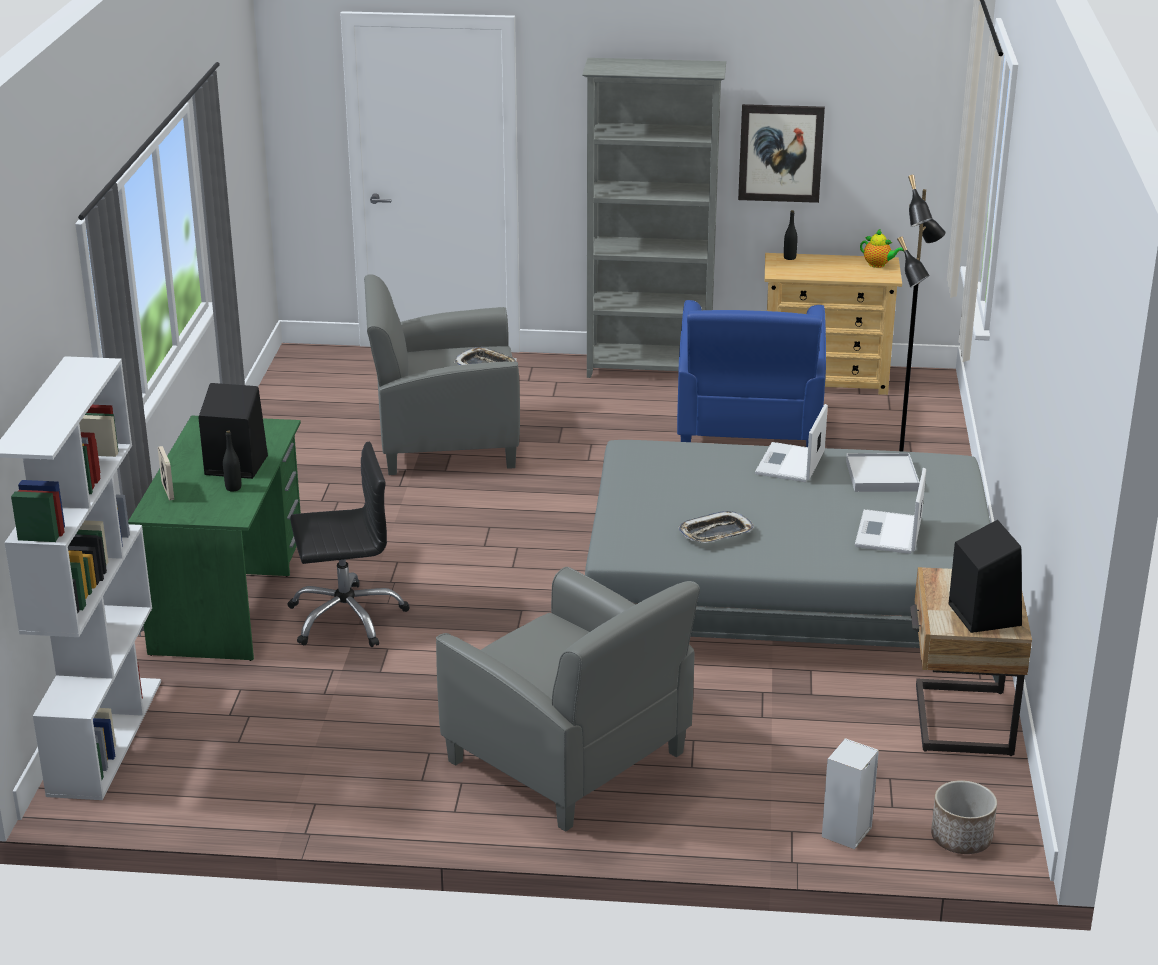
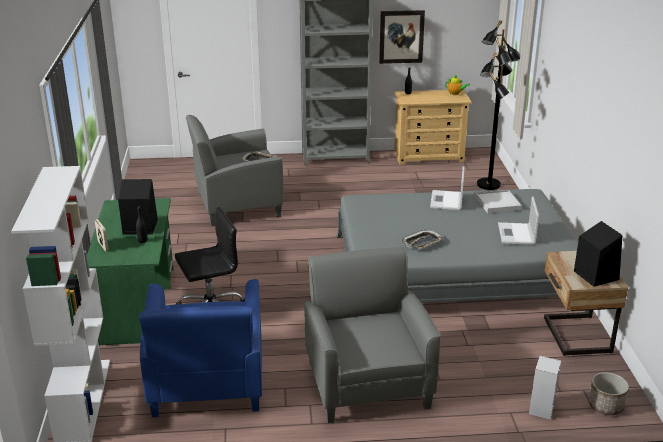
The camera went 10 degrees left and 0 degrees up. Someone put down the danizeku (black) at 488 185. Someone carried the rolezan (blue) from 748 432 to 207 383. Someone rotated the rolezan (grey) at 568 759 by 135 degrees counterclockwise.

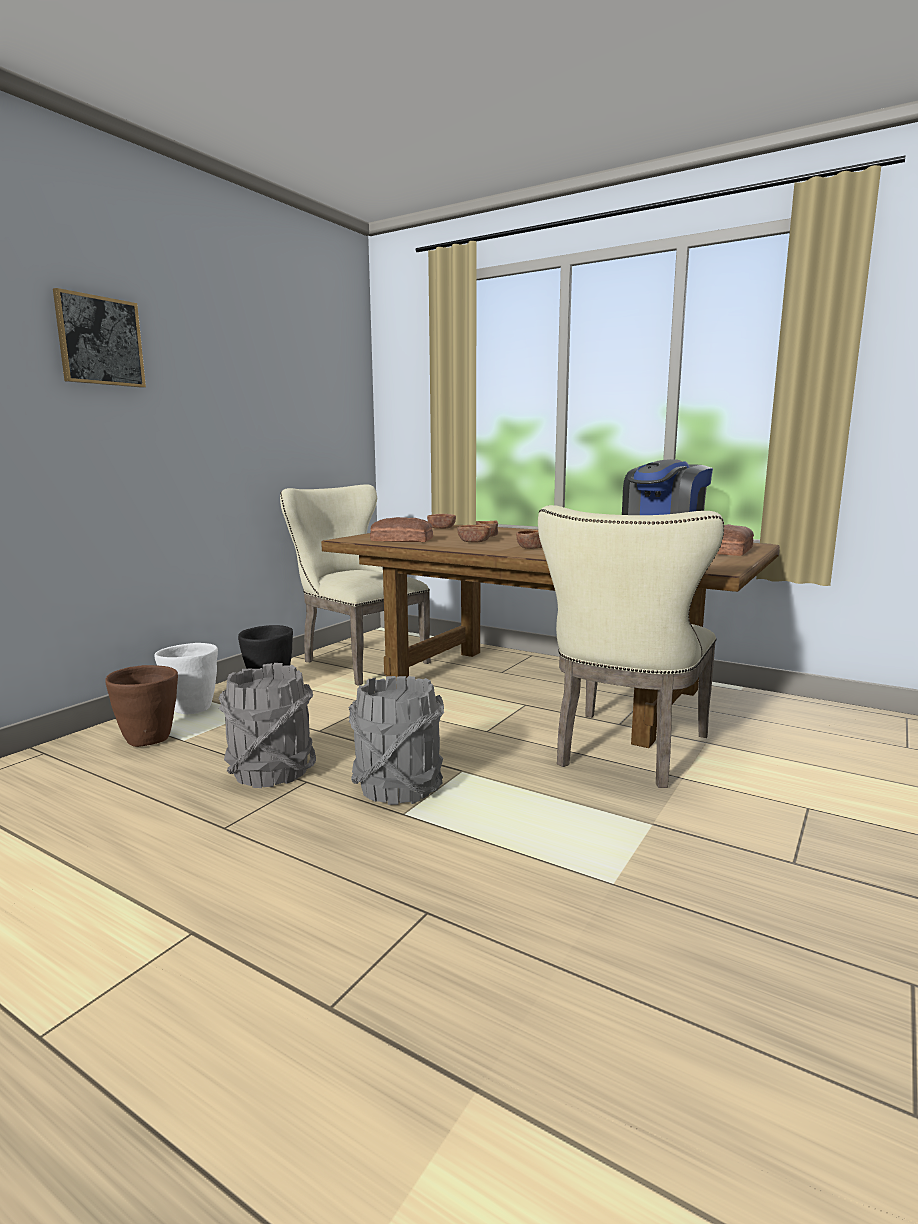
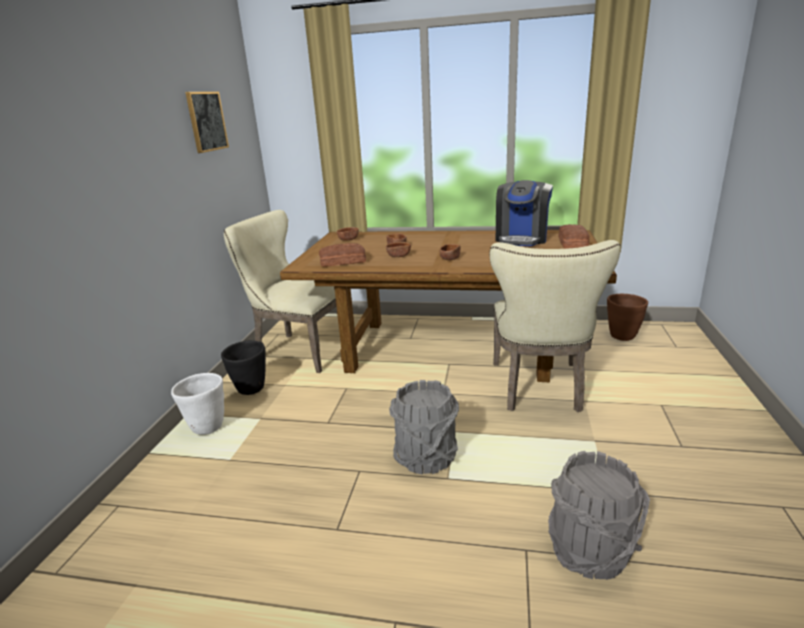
The camera went 20 degrees left and 10 degrees up. Someone carried the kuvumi from 100 341 to 206 121. Someone carried the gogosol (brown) from 149 740 to 622 336. Someone carried the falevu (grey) from 271 772 to 590 551.

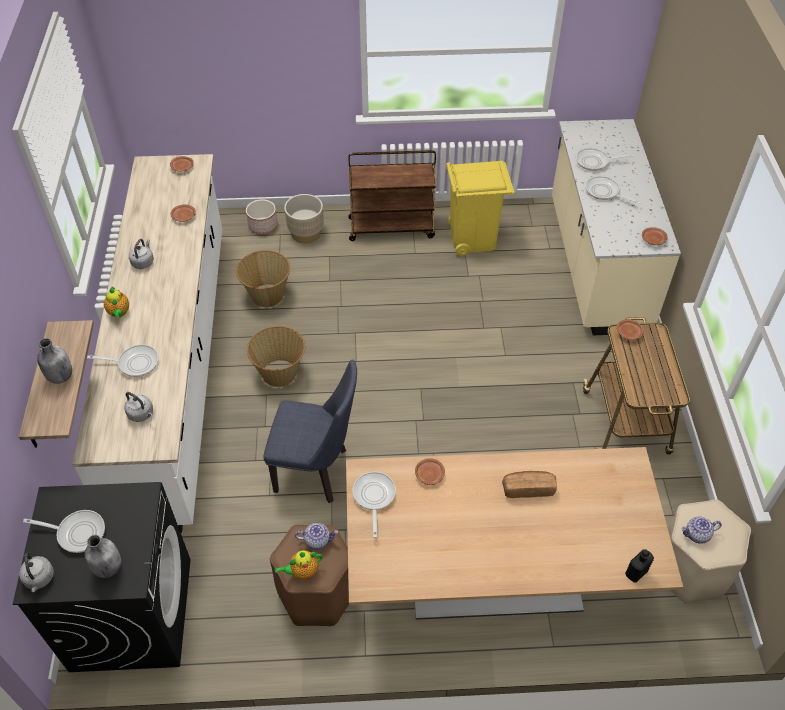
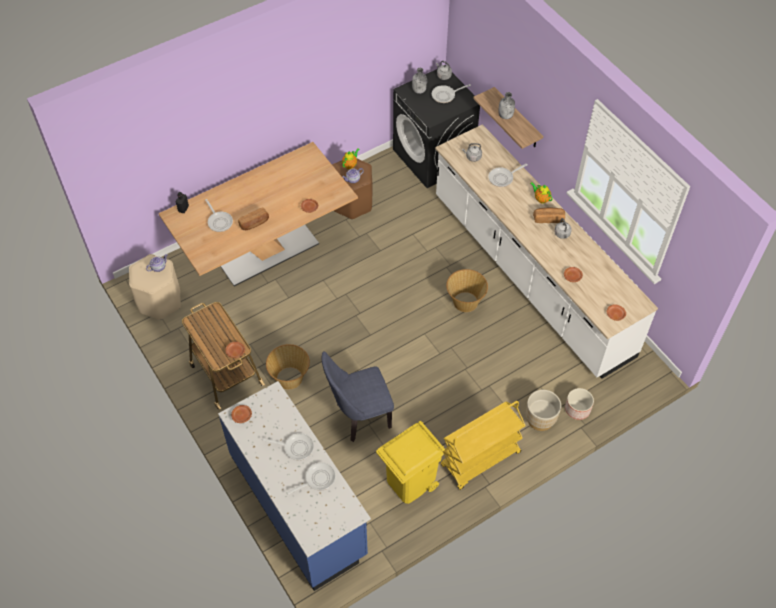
The camera went 150 degrees right and 5 degrees up. Someone put down the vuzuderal at 548 218. Someone carried the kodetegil from 267 295 to 290 378. Someone carried the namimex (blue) from 317 471 to 359 417. Someone carried the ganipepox from 374 497 to 219 221. Someone repainted the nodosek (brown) at 392 227, which became the nodosek (yellow) at 480 460. Someone repainted the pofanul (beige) at 596 264, which became the pofanul (blue) at 299 505.

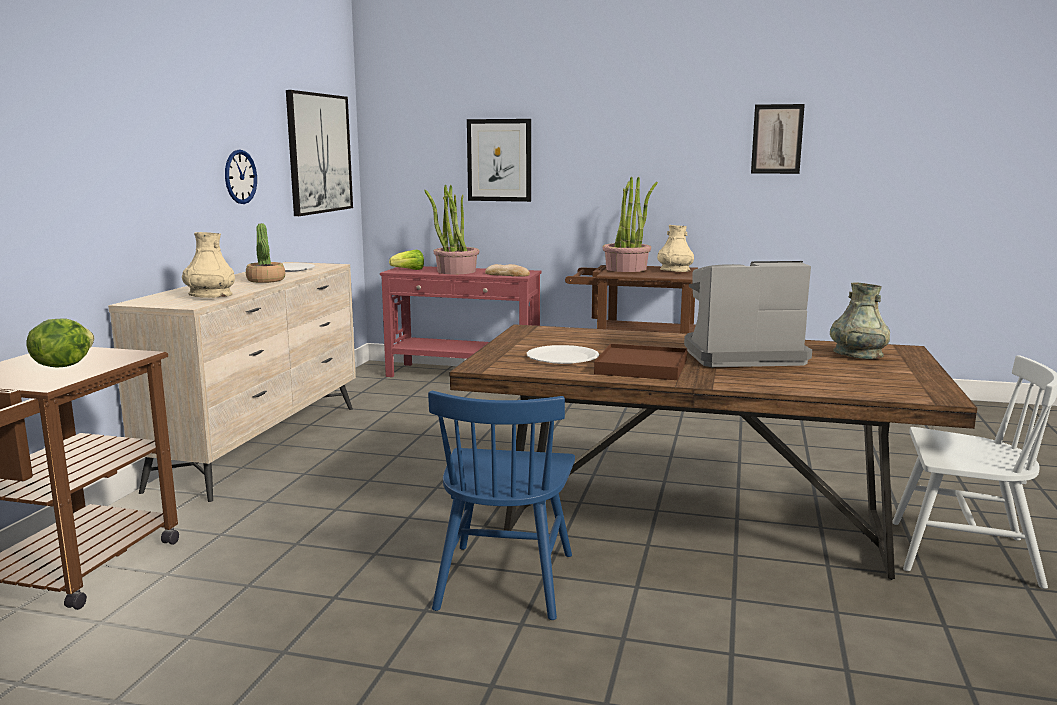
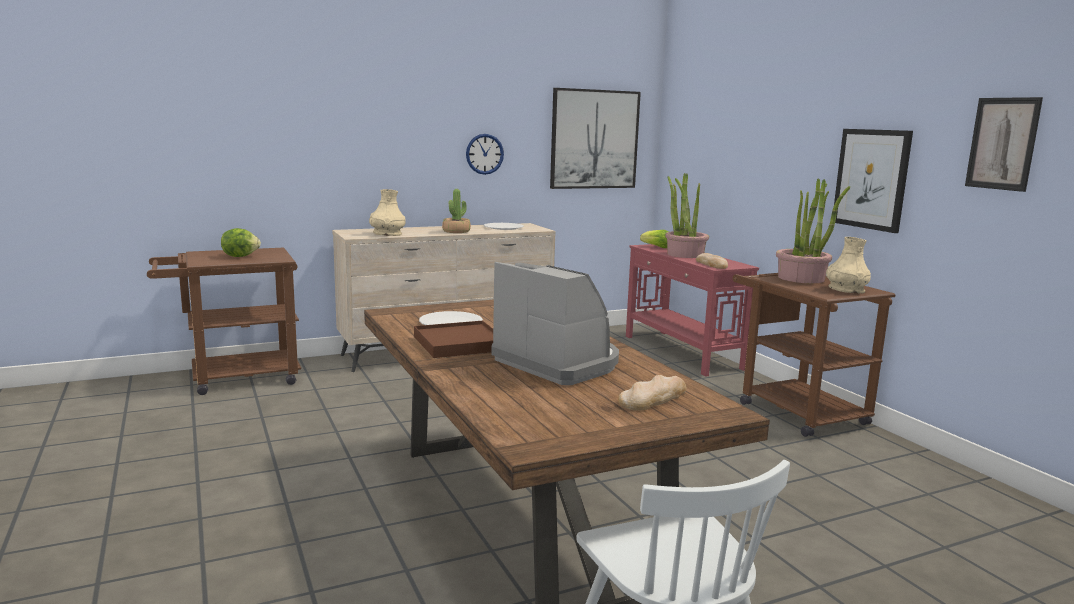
The camera went 50 degrees right and 0 degrees up. Someone took away the namimex (blue) at 505 580. Someone carried the kuvumi from 499 160 to 871 179. Someone swapped the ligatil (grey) at 857 355 for the vuzuderal at 653 398.

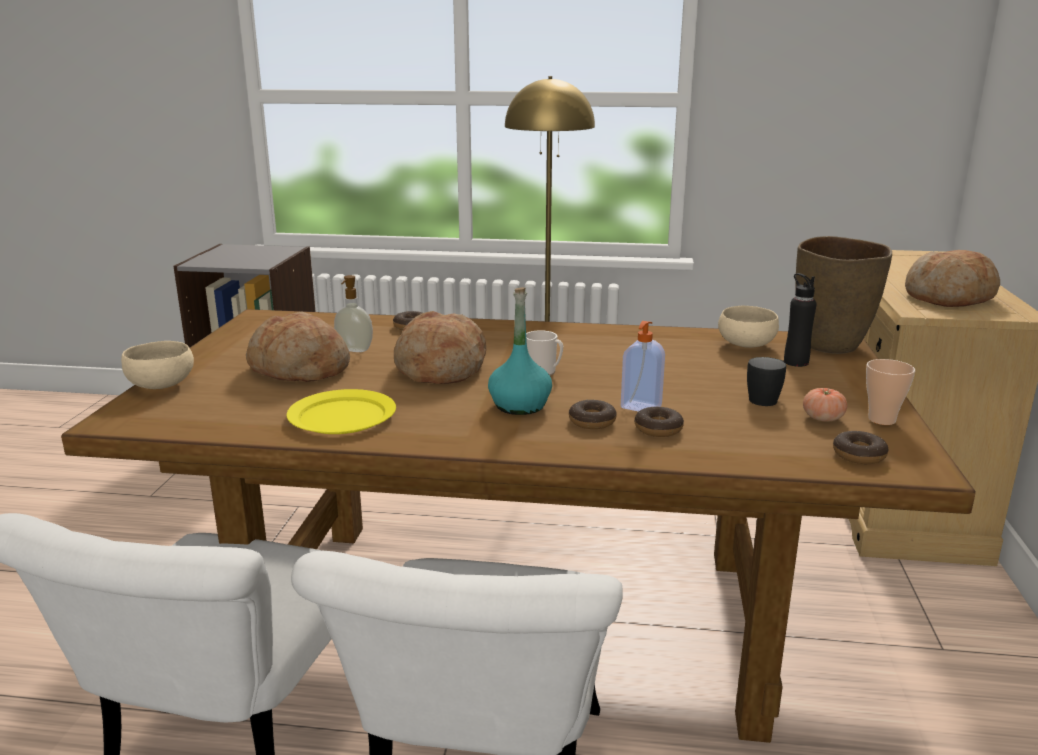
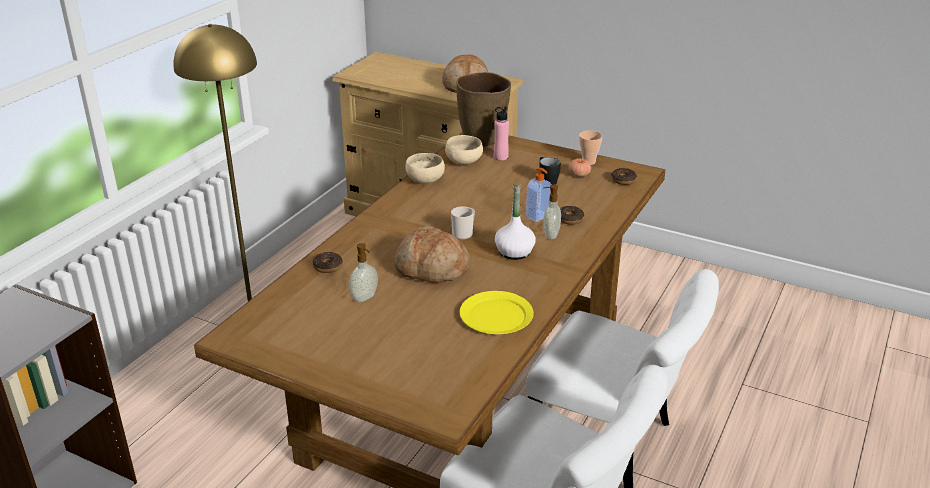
The camera went 70 degrees left and 10 degrees up. Someone took away the vuzuderal at 299 369. Someone carried the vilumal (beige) from 162 385 to 424 180. Someone swapped the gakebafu at 592 421 for the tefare at 550 235. Someone repainted the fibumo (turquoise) at 519 406, which became the fibumo (white) at 514 252. Someone repainted the fibumo (black) at 796 362, which became the fibumo (pink) at 500 157.

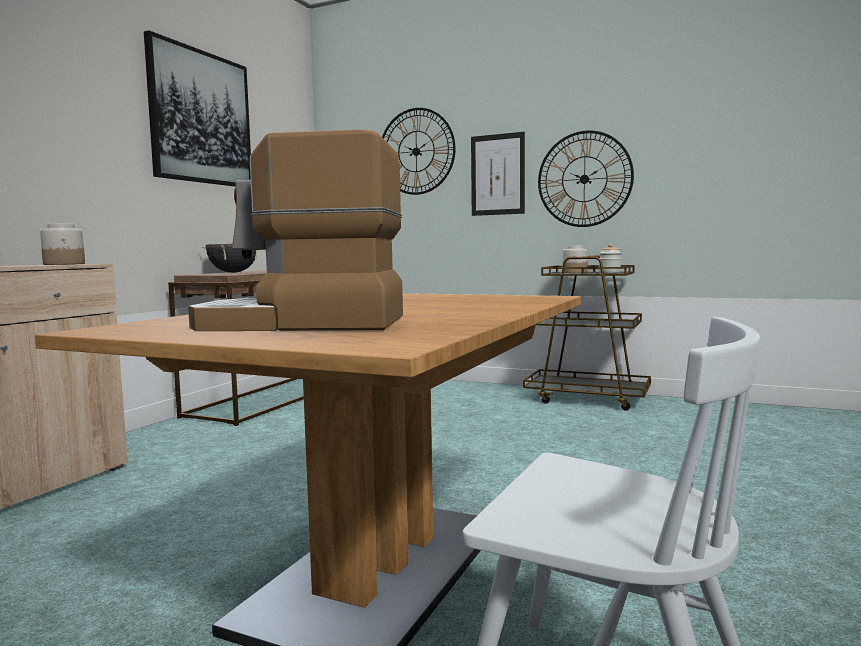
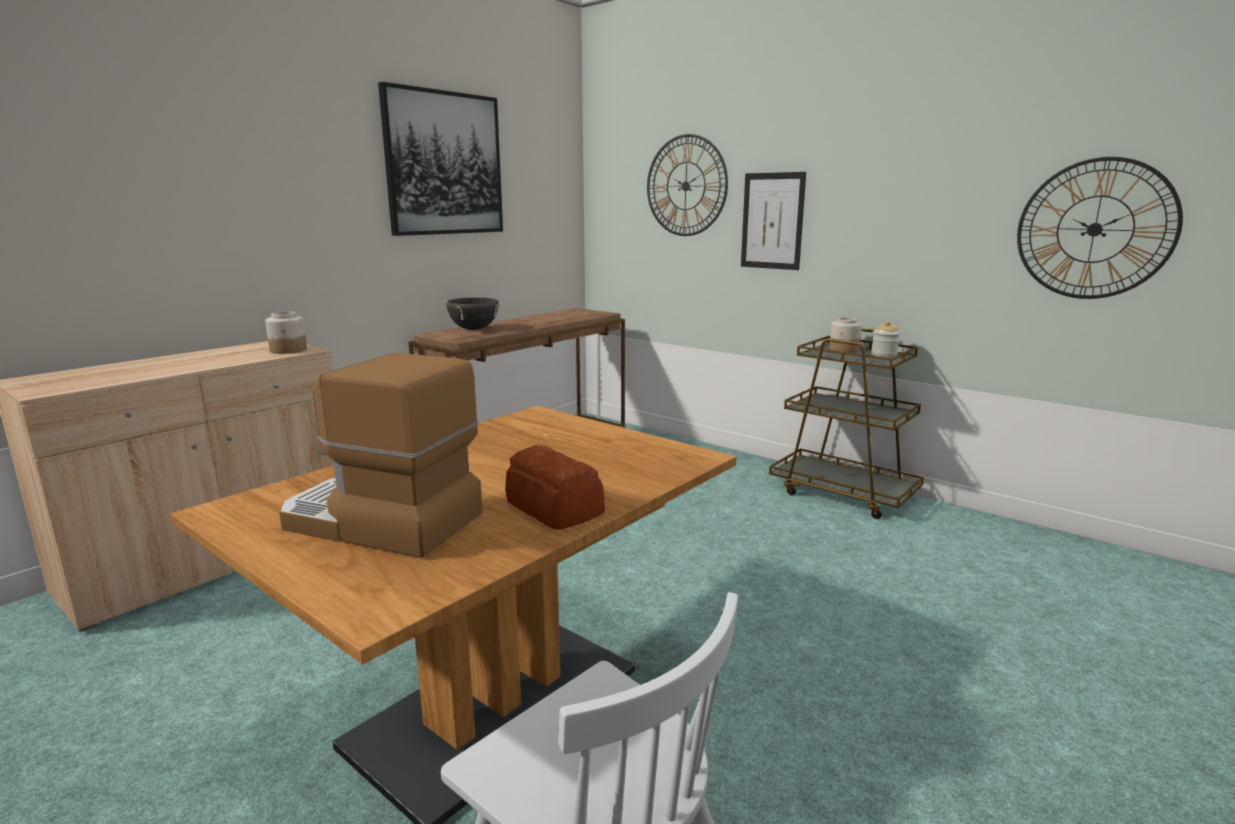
The camera went 15 degrees right and 10 degrees up. Someone put down the vuzuderal at 554 509. Someone carried the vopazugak from 584 179 to 1094 229.

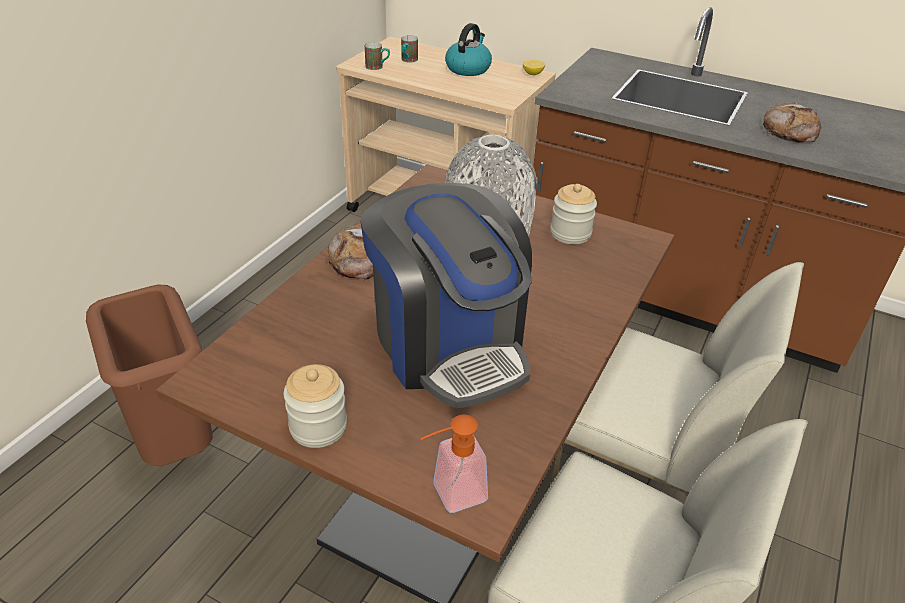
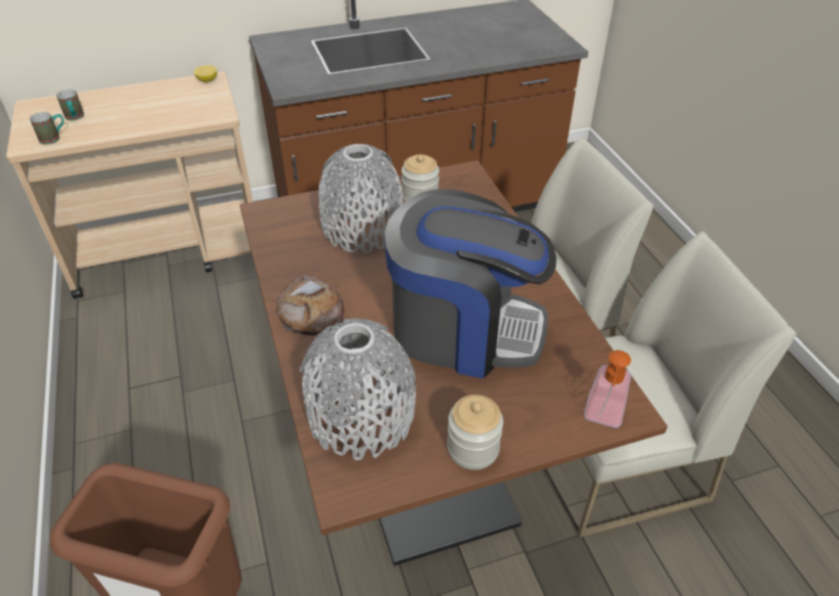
The camera went 45 degrees left and 5 degrees up. Someone took away the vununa at 468 68. Someone took away the vuzuderal at 789 130. Someone put down the ligatil (grey) at 361 416.

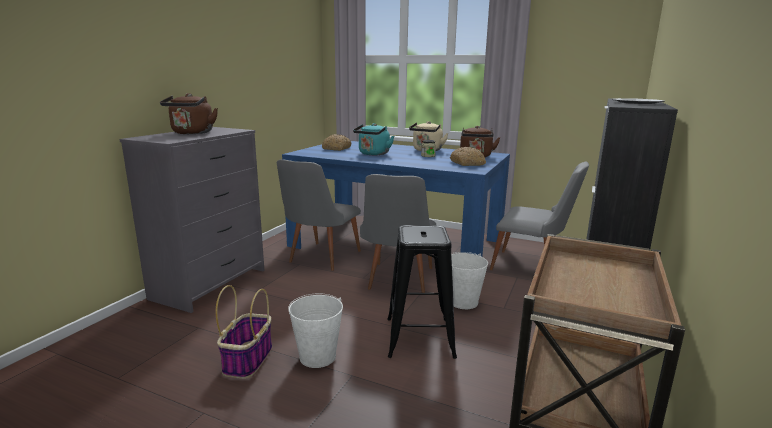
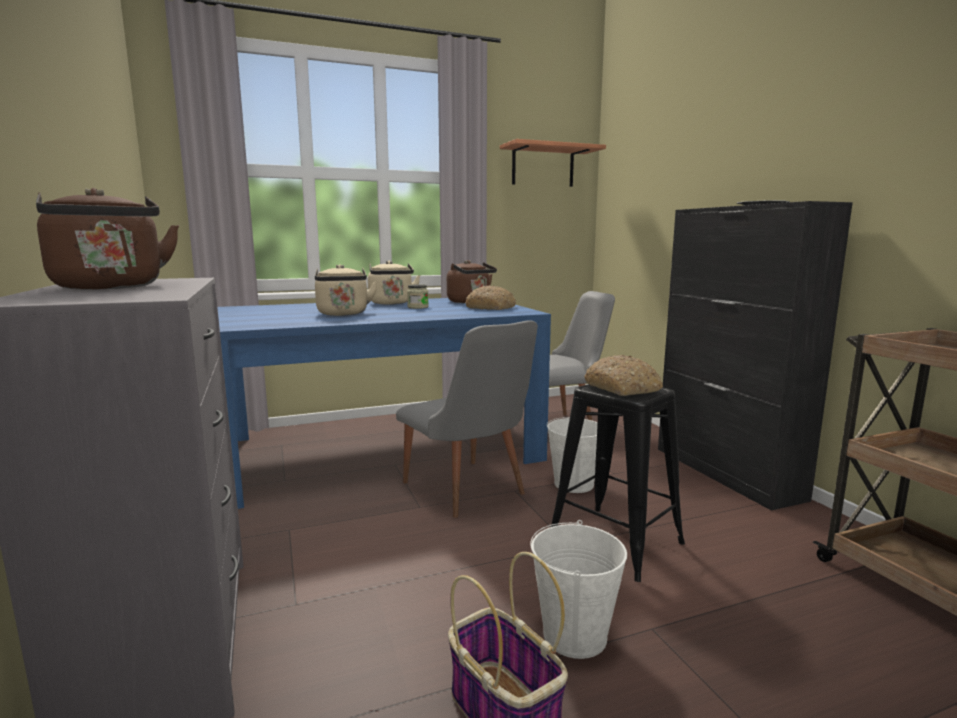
The camera went 45 degrees left and 5 degrees down. Someone took away the namimex (grey) at 320 258. Someone put up the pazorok at 543 166. Someone carried the vuzuderal from 336 148 to 623 388. Someone repainted the vununa (turquoise) at 373 154, which became the vununa (beige) at 343 314.

